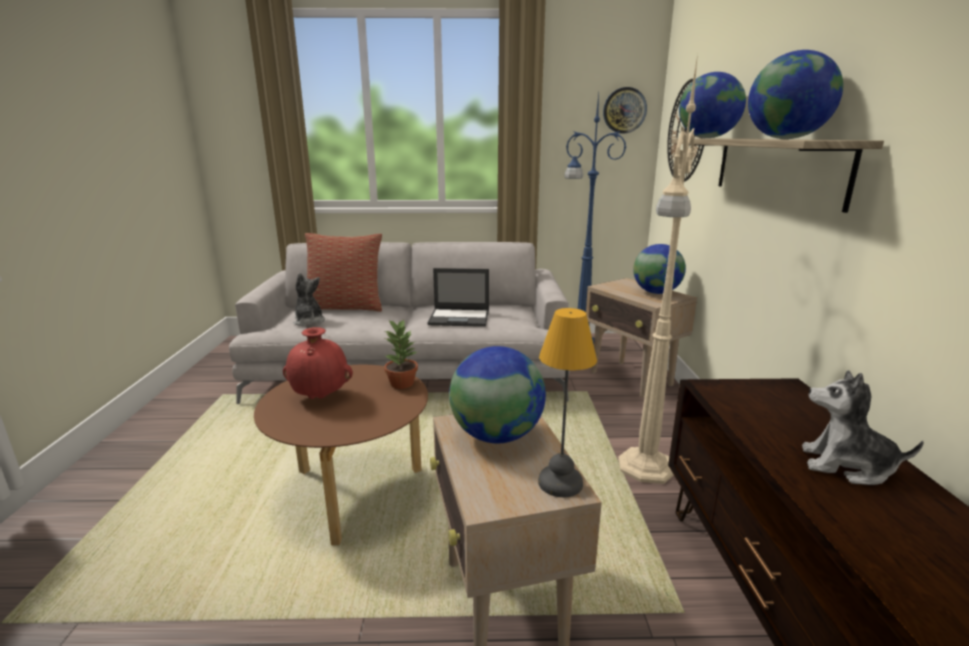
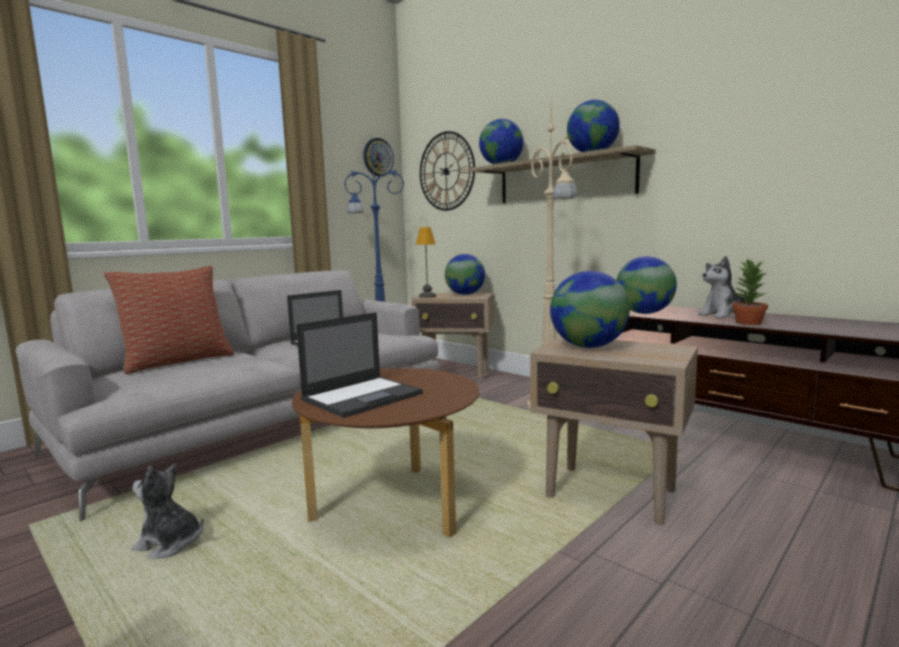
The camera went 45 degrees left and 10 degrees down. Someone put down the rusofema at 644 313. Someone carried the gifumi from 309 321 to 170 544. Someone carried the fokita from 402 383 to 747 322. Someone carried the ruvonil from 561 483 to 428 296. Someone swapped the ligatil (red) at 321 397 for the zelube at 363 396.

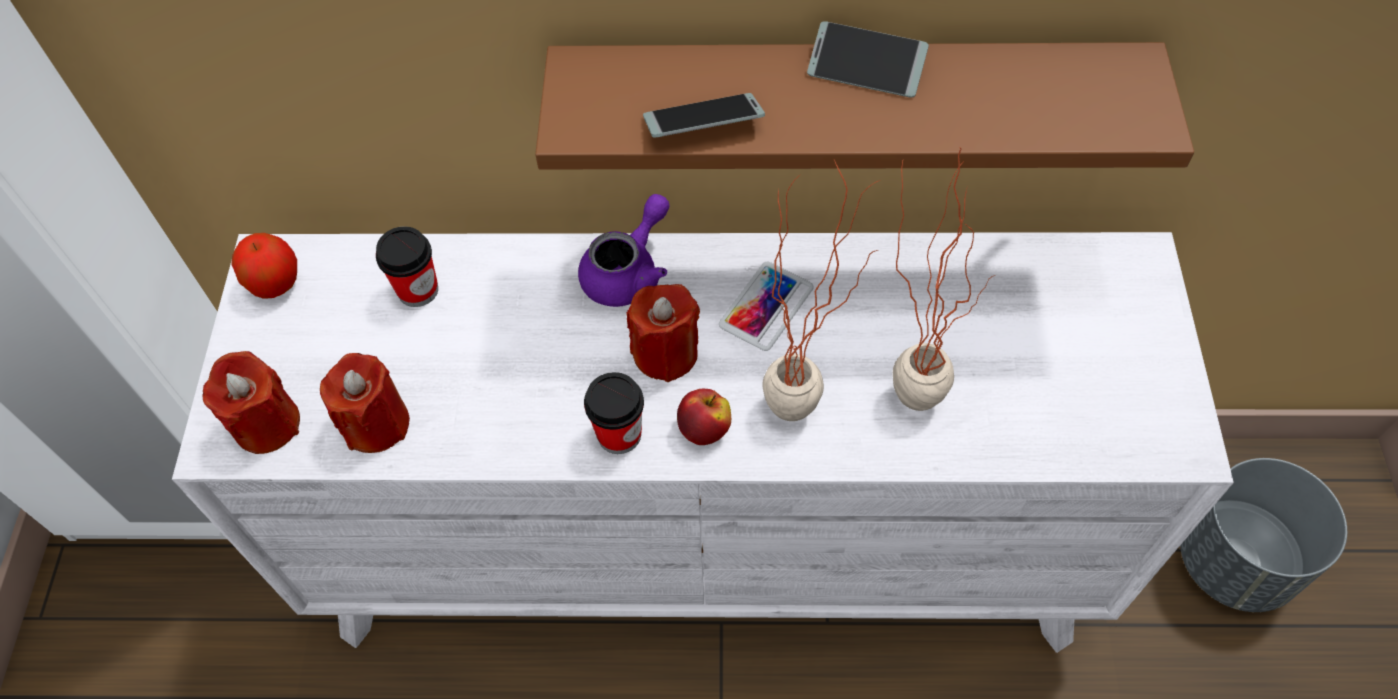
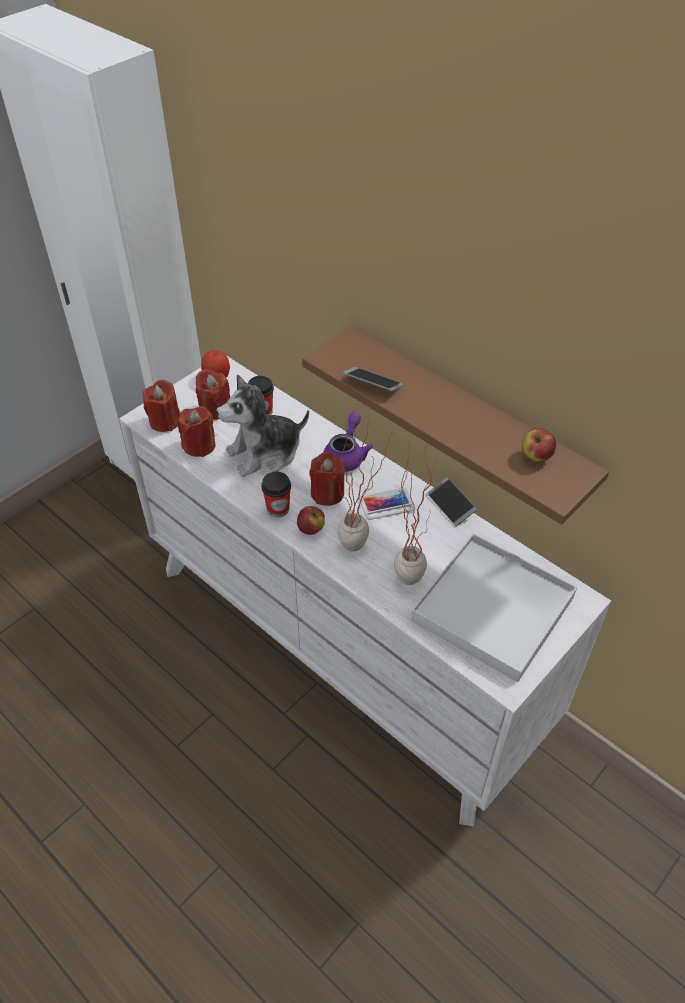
The camera went 40 degrees right and 10 degrees down. Someone took away the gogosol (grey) at 1235 561. Someone put down the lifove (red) at 215 409. Someone put down the gifumi at 265 453. Someone put down the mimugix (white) at 492 608. Someone put down the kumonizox at 536 456. Someone carried the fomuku from 866 69 to 451 505. Someone rotated the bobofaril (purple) at 628 271 by 60 degrees counterclockwise.

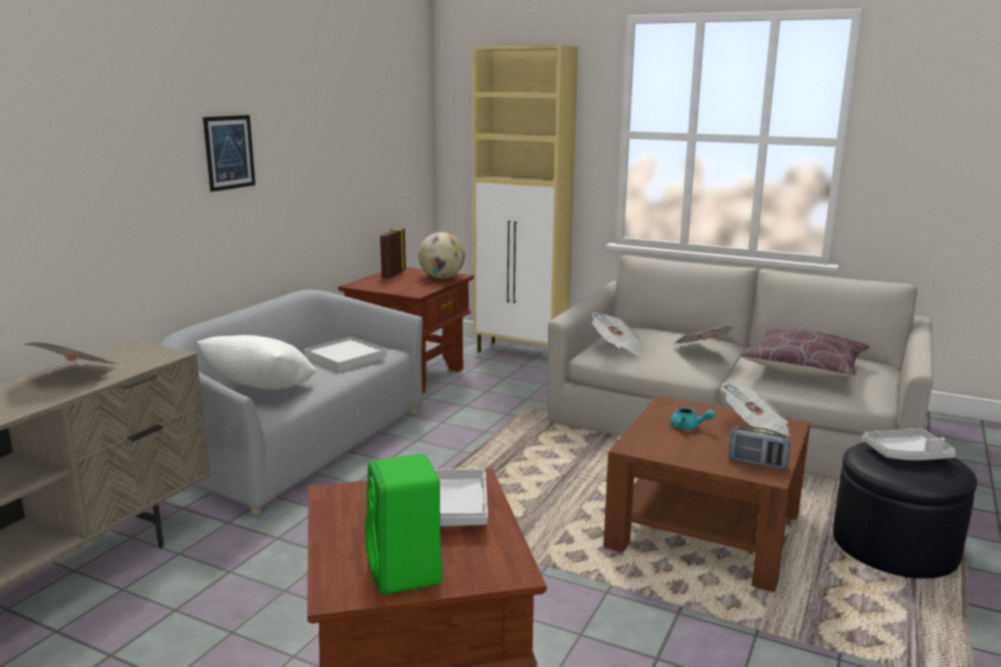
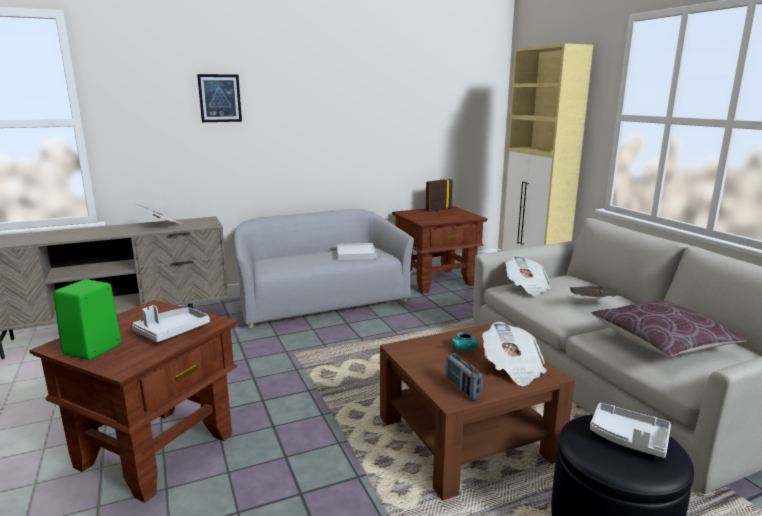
The camera went 40 degrees right and 0 degrees up. Someone took away the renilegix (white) at 262 392. Someone took away the rusofema at 442 278. Someone carried the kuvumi from 229 152 to 220 98.

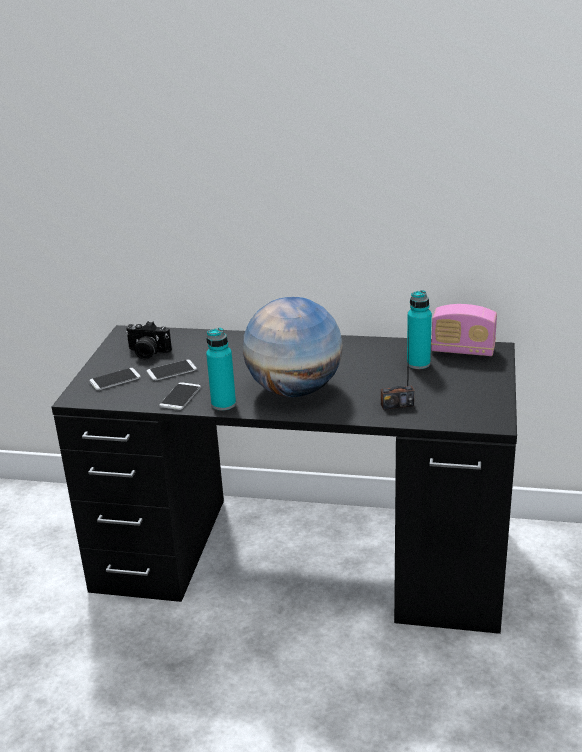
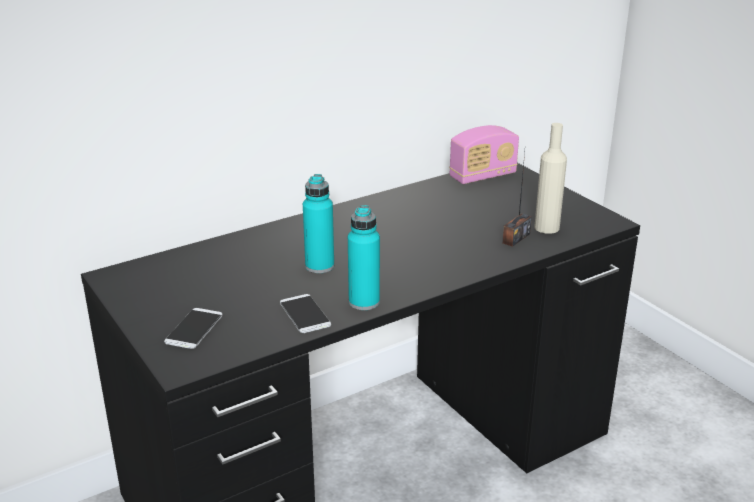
The camera went 45 degrees left and 0 degrees up. Someone took away the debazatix at 147 353. Someone took away the fomuku at 171 371. Someone took away the rusofema at 295 390. Someone put down the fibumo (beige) at 546 227. Someone carried the fibumo (turquoise) from 418 363 to 319 266.

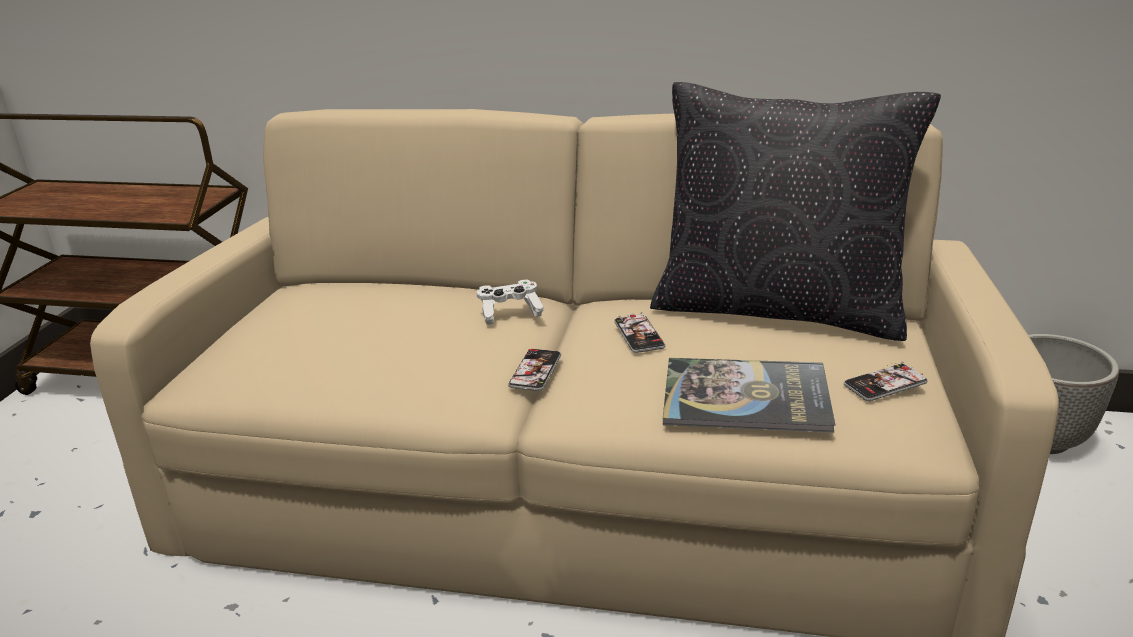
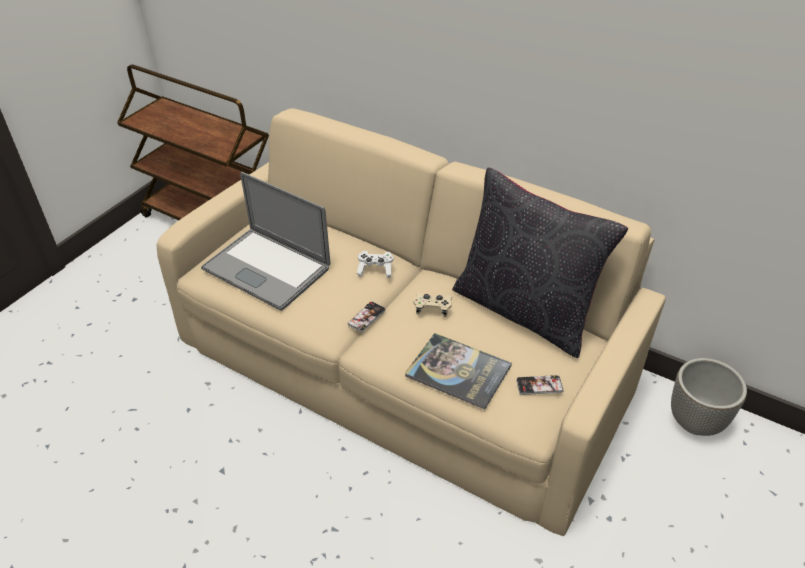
The camera went 20 degrees right and 15 degrees up. Someone put down the zelube at 266 268. Someone swapped the fomuku at 639 334 for the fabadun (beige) at 432 309.

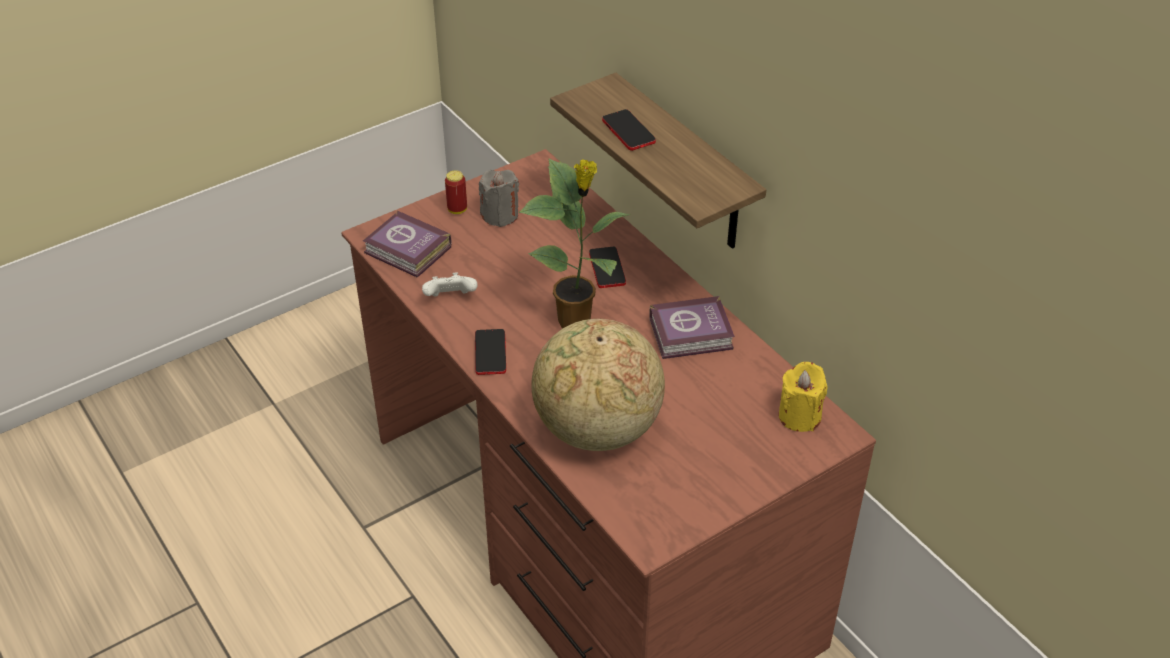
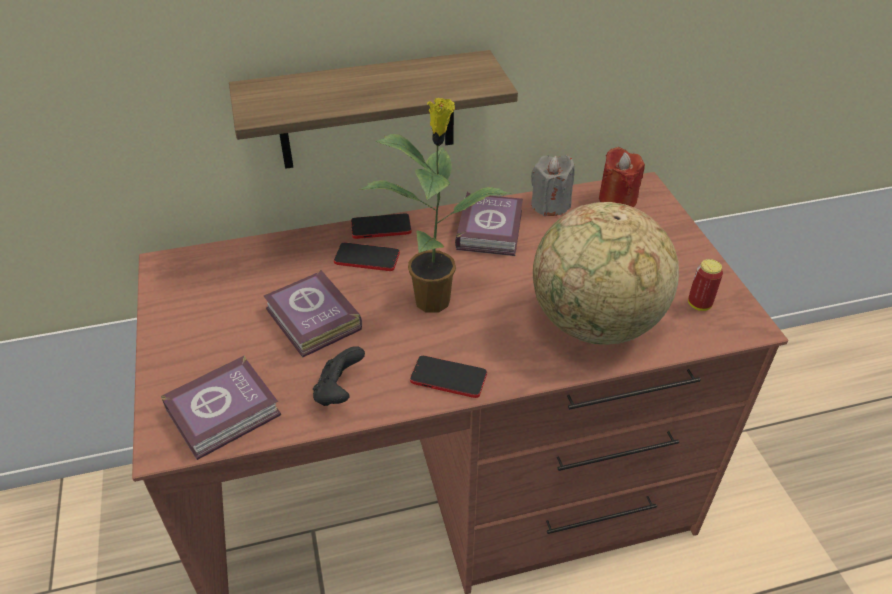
The camera went 70 degrees left and 0 degrees up. Someone put down the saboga at 313 321. Someone carried the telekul from 457 210 to 699 304. Someone carried the lifove (grey) from 500 215 to 550 205. Someone carried the fomuku from 628 131 to 381 227. Someone repainted the fabadun (white) at 450 299, which became the fabadun (black) at 339 392. Someone repainted the lifove (yellow) at 799 416, which became the lifove (red) at 617 199.

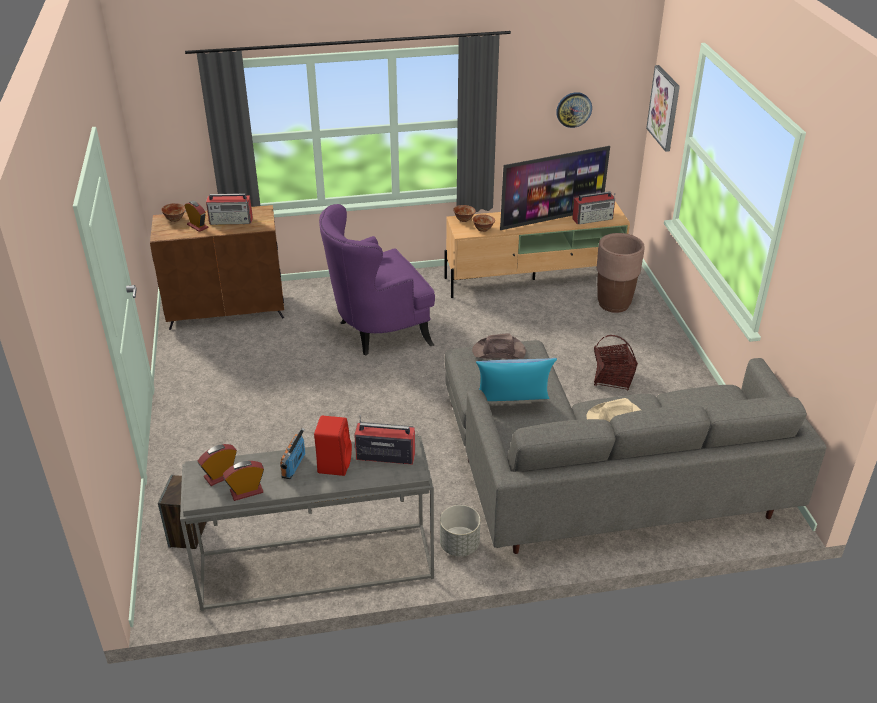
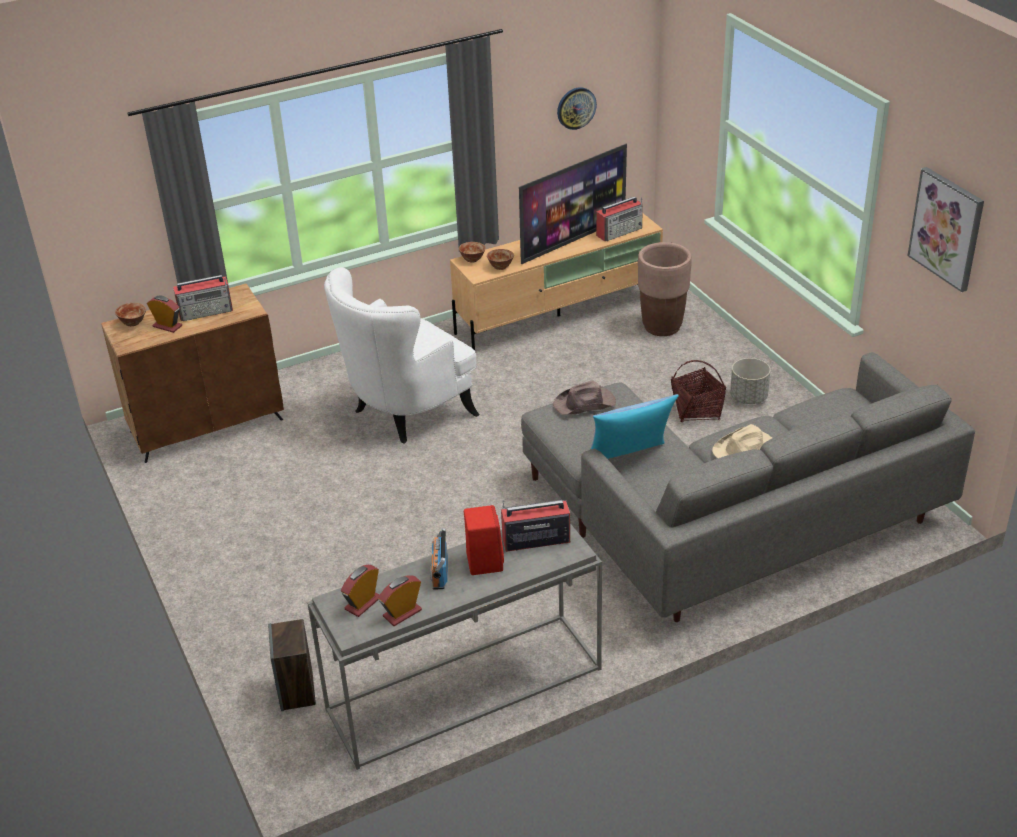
The camera went 15 degrees left and 0 degrees up. Someone carried the gogosol (grey) from 459 545 to 748 397. Someone carried the kuvumi from 664 108 to 946 228. Someone repainted the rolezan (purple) at 377 331, which became the rolezan (white) at 405 412.

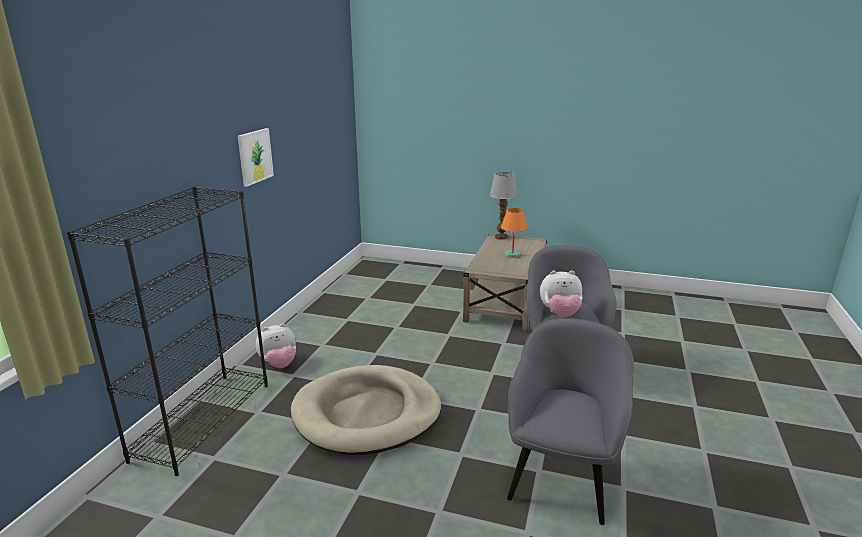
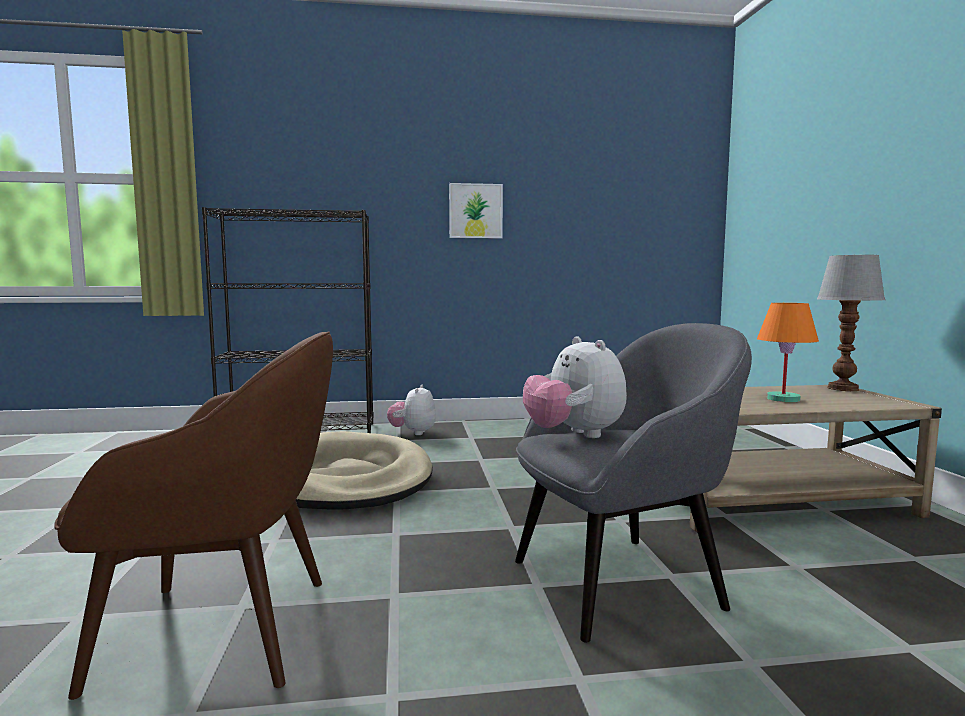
The camera went 65 degrees right and 15 degrees down. Someone repainted the rolezan (grey) at 561 477, which became the rolezan (brown) at 223 631. Someone rotated the gifumi at 279 364 by 60 degrees clockwise.

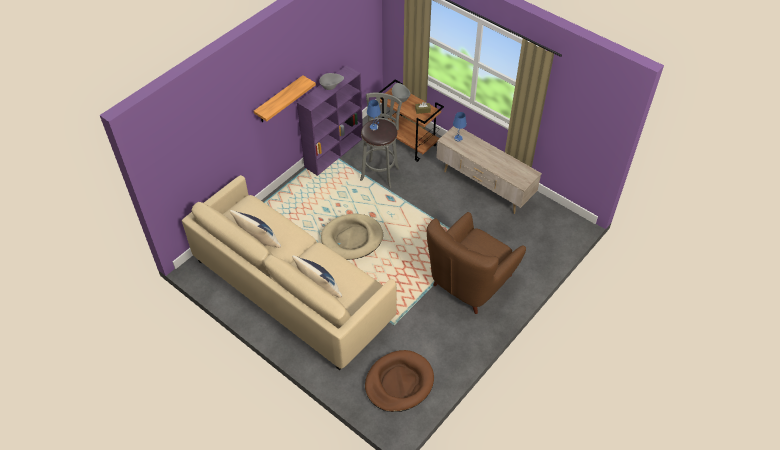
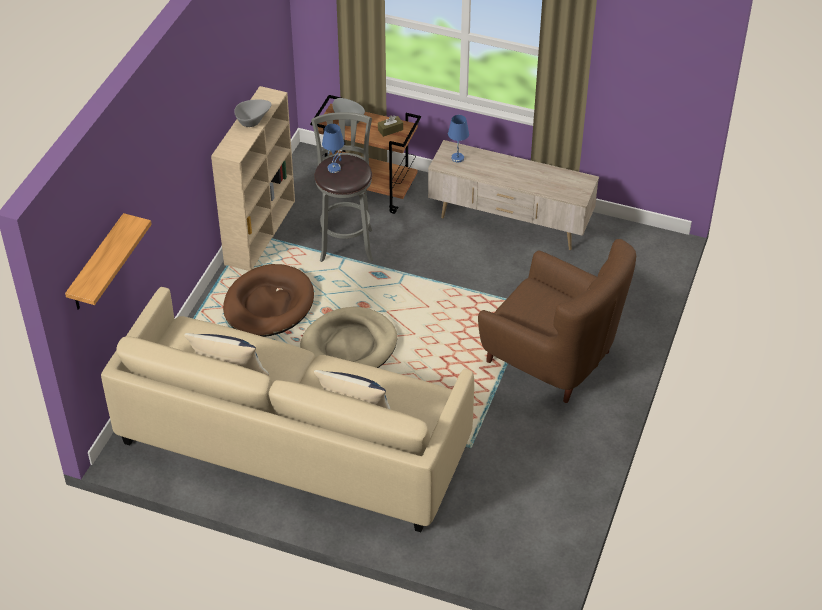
The camera went 20 degrees left and 5 degrees down. Someone carried the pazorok from 279 100 to 97 264. Someone carried the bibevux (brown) from 399 382 to 268 304. Someone repainted the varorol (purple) at 334 152, which became the varorol (beige) at 260 231. Someone rotated the rolezan (brown) at 470 282 by 75 degrees counterclockwise.

